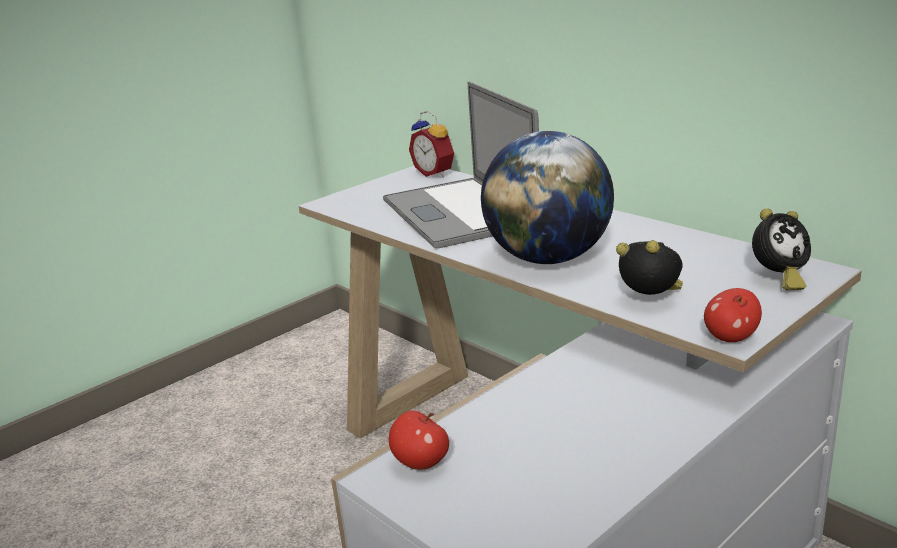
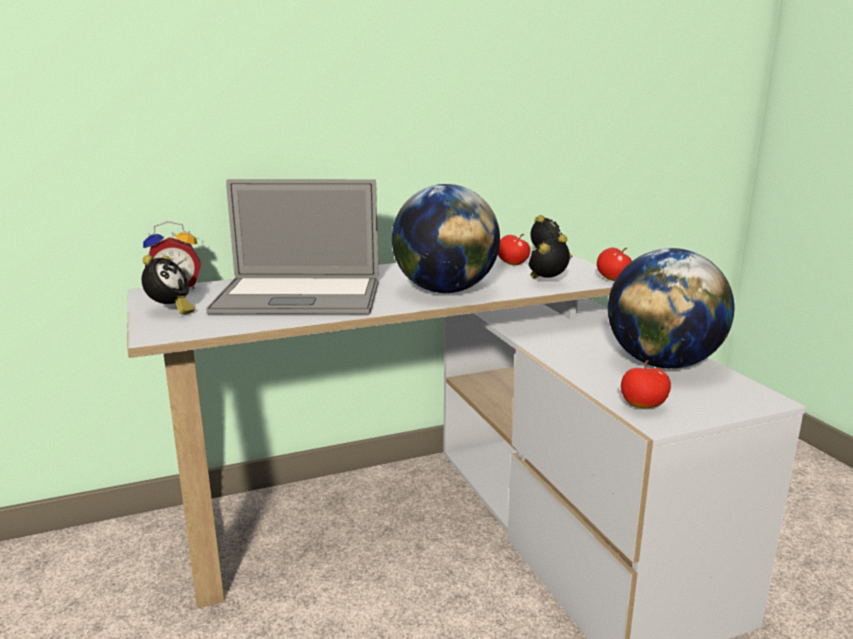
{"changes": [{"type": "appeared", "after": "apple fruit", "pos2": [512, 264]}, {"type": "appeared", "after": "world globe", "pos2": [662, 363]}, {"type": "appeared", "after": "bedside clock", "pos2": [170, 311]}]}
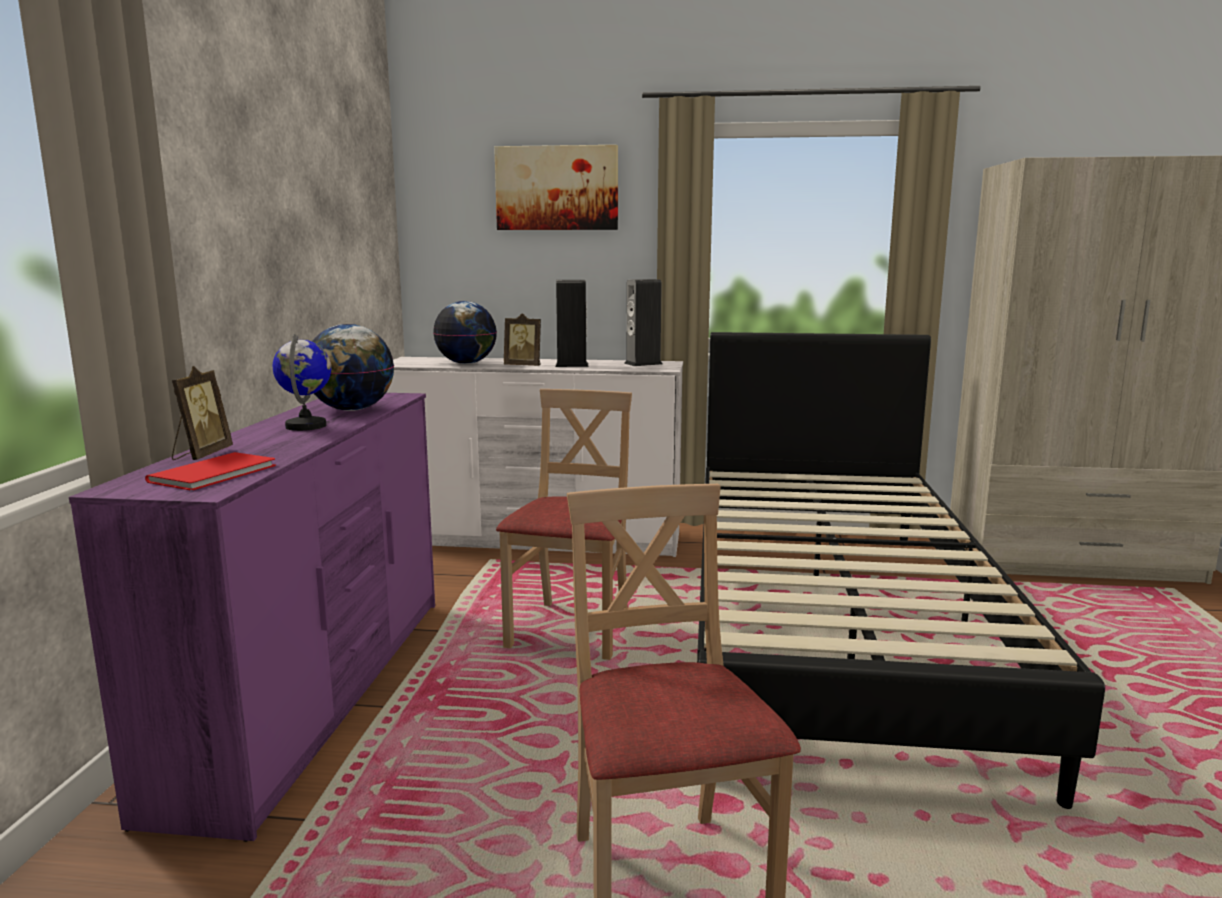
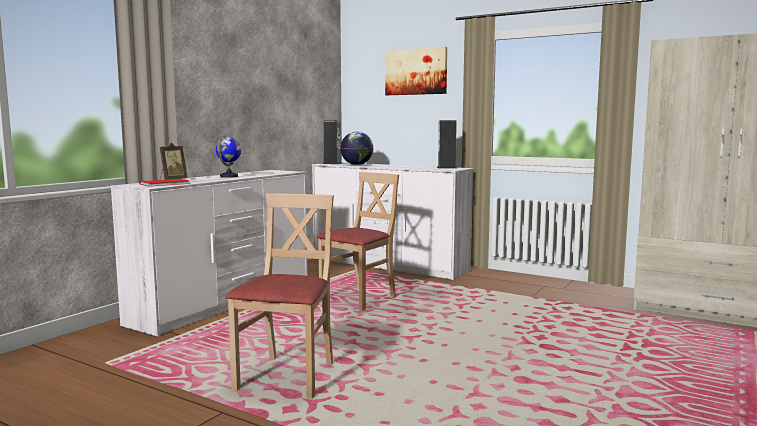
{"changes": [{"type": "relocated", "before": "speaker", "pos1": [571, 365], "pos2": [332, 163]}, {"type": "missing", "before": "picture frame", "pos1": [524, 366]}, {"type": "missing", "before": "world globe", "pos1": [352, 410]}, {"type": "missing", "before": "black-coloured sleeping bed", "pos1": [833, 627]}, {"type": "colour", "before": "purple-coloured dresser", "after": "white-coloured dresser", "pos1": [318, 692], "pos2": [226, 302]}]}
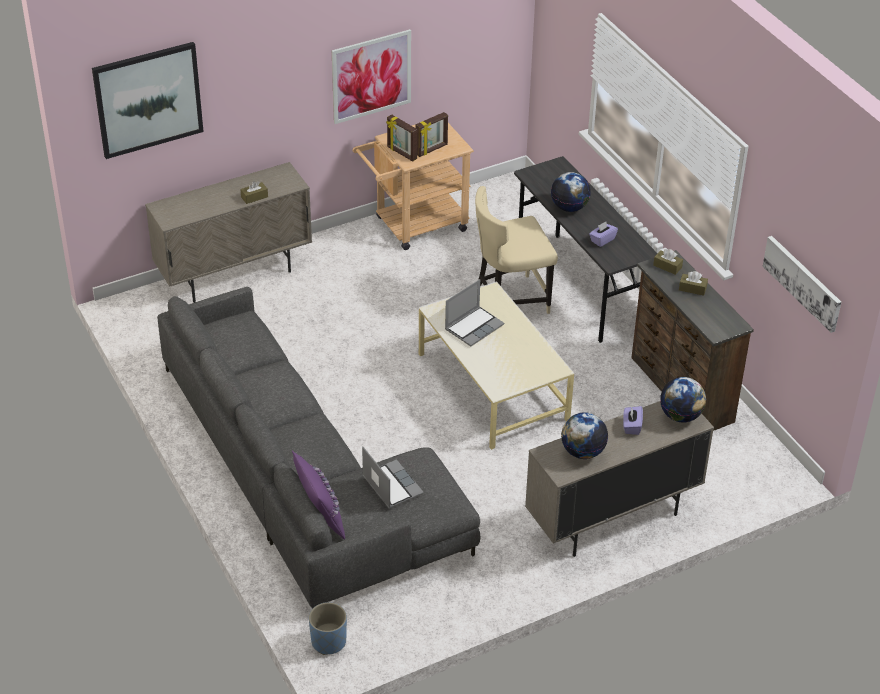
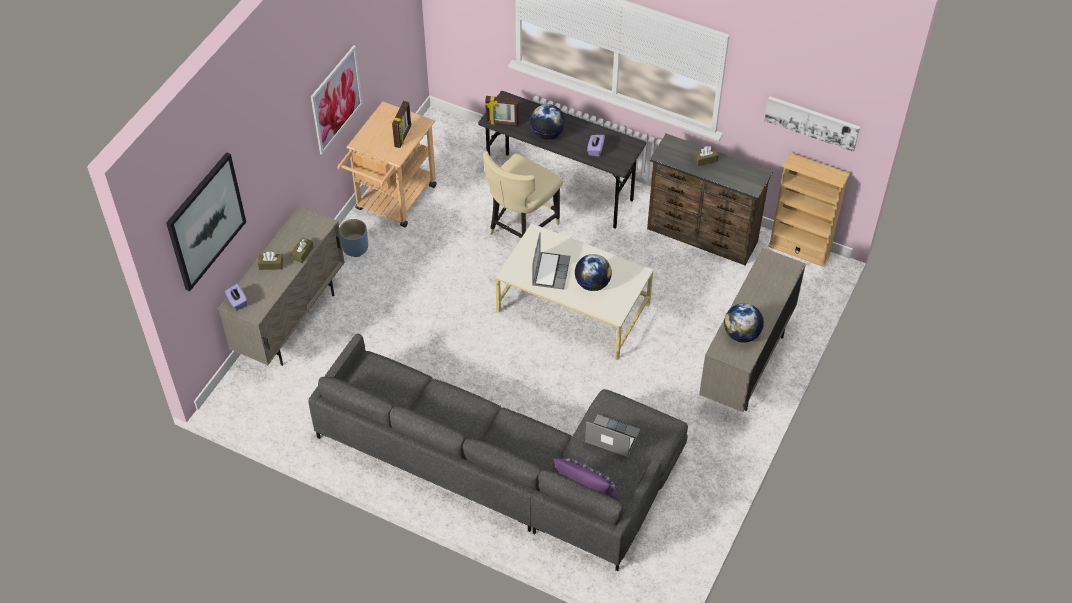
{"changes": [{"type": "relocated", "before": "picture frame", "pos1": [401, 153], "pos2": [502, 123]}, {"type": "relocated", "before": "brownish tissue holder", "pos1": [667, 266], "pos2": [271, 265]}, {"type": "relocated", "before": "world globe", "pos1": [680, 416], "pos2": [592, 284]}, {"type": "relocated", "before": "purple-coloured tissue holder", "pos1": [631, 426], "pos2": [237, 302]}, {"type": "relocated", "before": "bluish flower pot", "pos1": [328, 641], "pos2": [355, 247]}, {"type": "appeared", "after": "sand-coloured bookshelf", "pos2": [799, 249]}]}
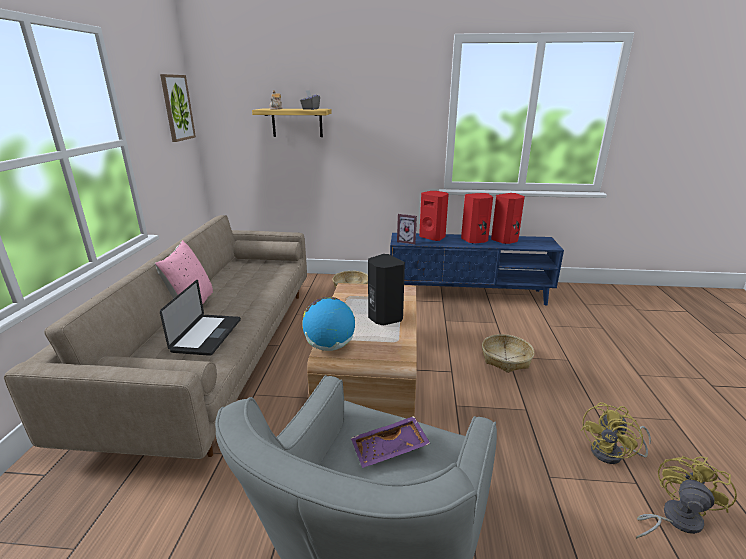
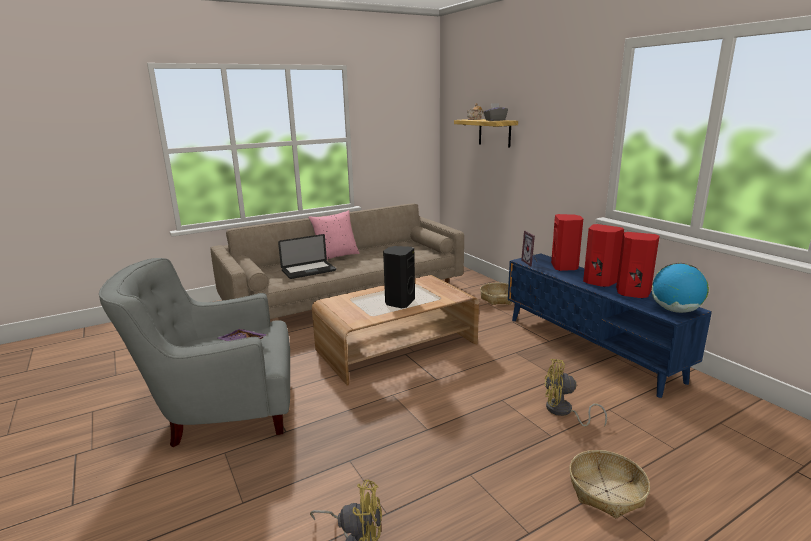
{"changes": [{"type": "missing", "before": "wall art", "pos1": [177, 108]}, {"type": "relocated", "before": "world globe", "pos1": [330, 346], "pos2": [675, 310]}, {"type": "relocated", "before": "storage basket", "pos1": [506, 359], "pos2": [606, 491]}, {"type": "relocated", "before": "yellow electric fan", "pos1": [613, 454], "pos2": [563, 412]}]}
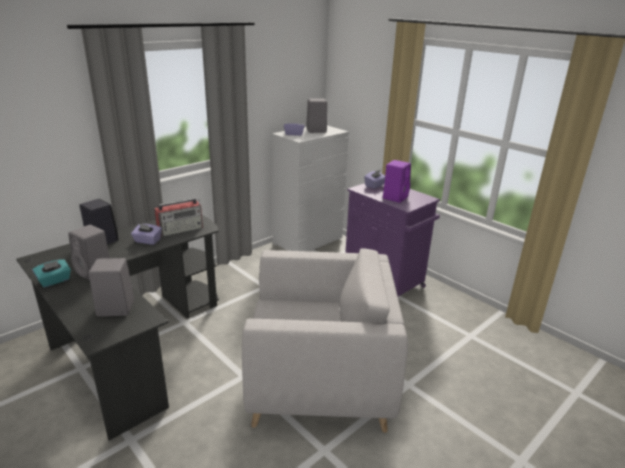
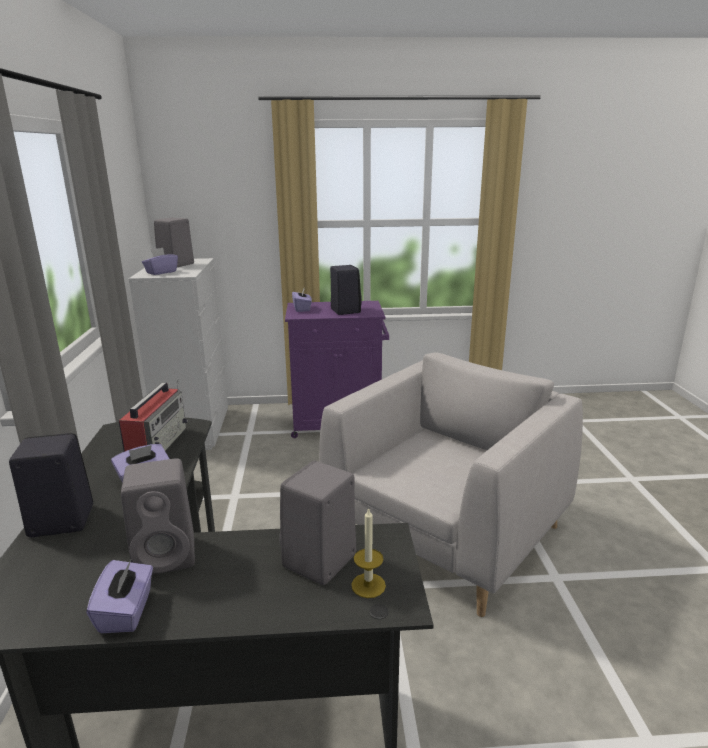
{"changes": [{"type": "colour", "before": "purple-coloured speaker", "after": "black-coloured speaker", "pos1": [395, 197], "pos2": [345, 310]}, {"type": "colour", "before": "turquoise-coloured tissue holder", "after": "purple-coloured tissue holder", "pos1": [54, 281], "pos2": [127, 612]}, {"type": "appeared", "after": "candle", "pos2": [368, 585]}]}
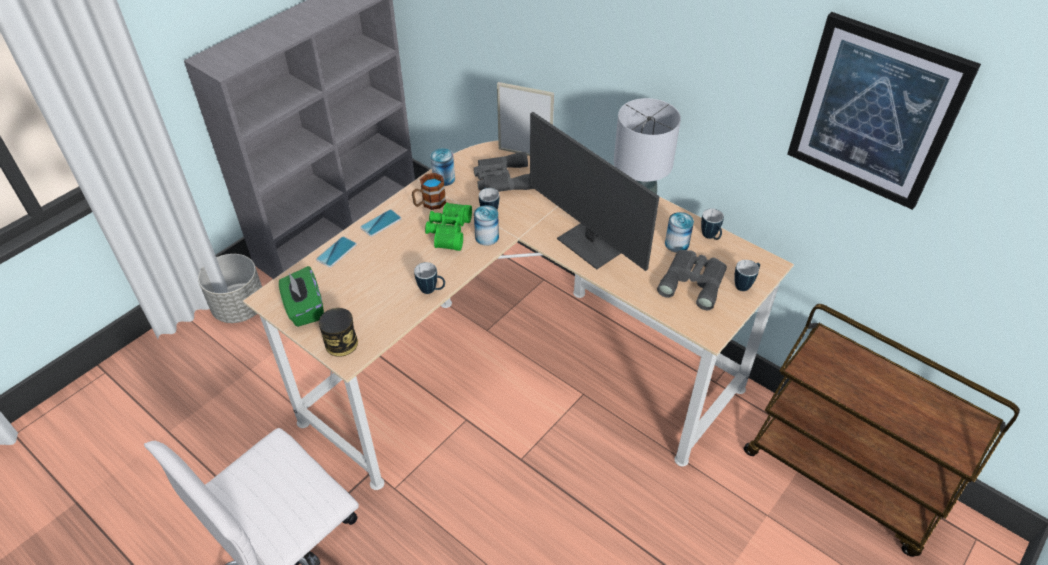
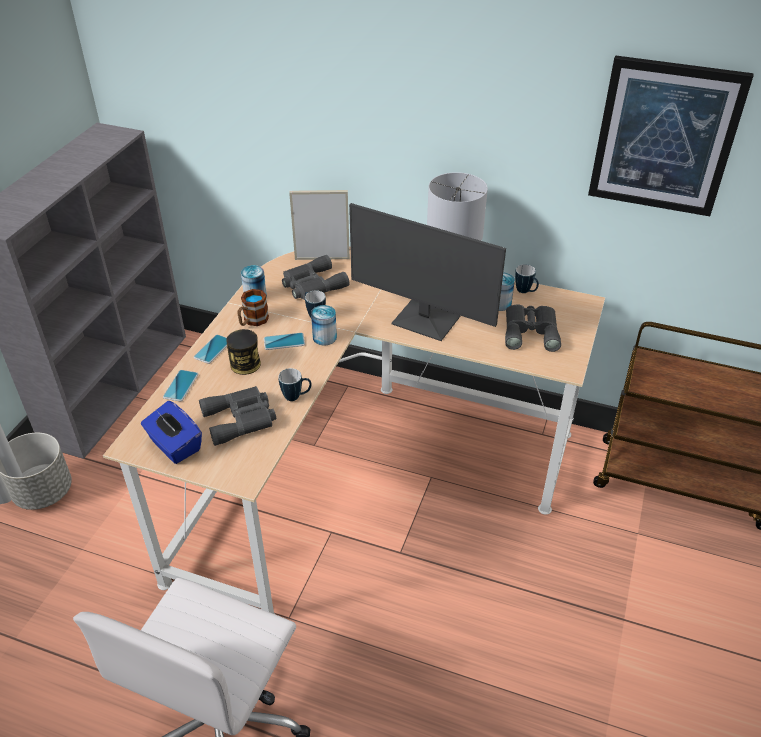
{"changes": [{"type": "exchanged", "before": "green binoculars", "after": "handset", "pos1": [447, 232], "pos2": [284, 342]}, {"type": "missing", "before": "coffee mug", "pos1": [745, 285]}, {"type": "colour", "before": "green tissue holder", "after": "bluish tissue holder", "pos1": [304, 308], "pos2": [174, 445]}, {"type": "relocated", "before": "sealed can", "pos1": [341, 343], "pos2": [245, 364]}, {"type": "appeared", "after": "gray binoculars", "pos2": [241, 419]}]}
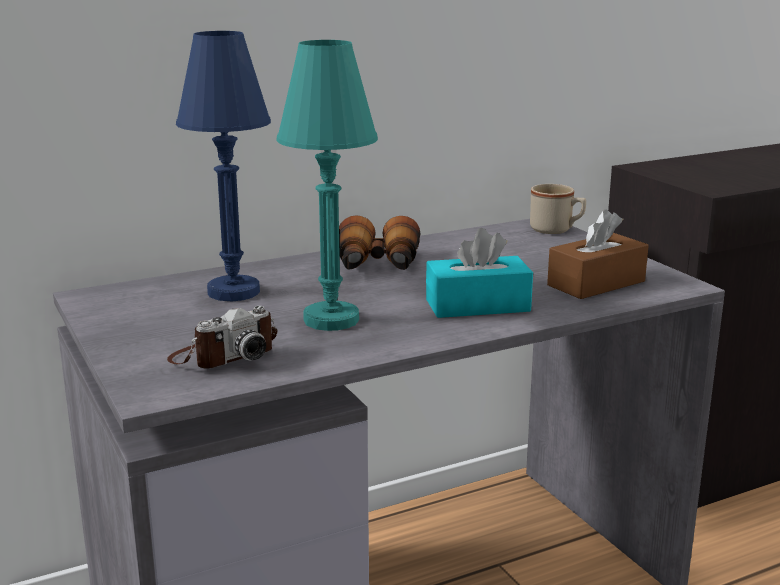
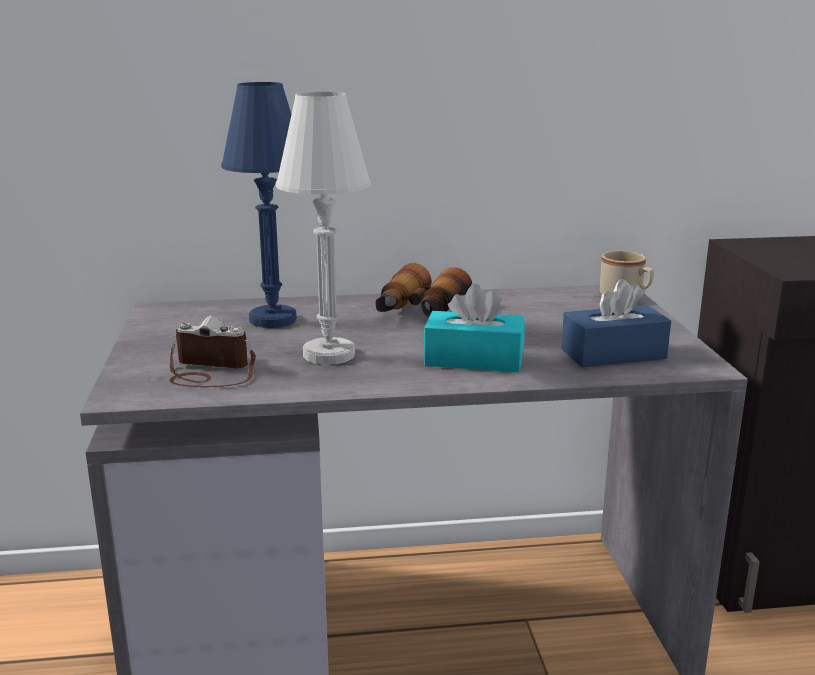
{"changes": [{"type": "colour", "before": "turquoise-coloured lamp for a table", "after": "white-coloured lamp for a table", "pos1": [331, 320], "pos2": [329, 355]}, {"type": "colour", "before": "brownish tissue holder", "after": "bluish tissue holder", "pos1": [596, 283], "pos2": [613, 354]}, {"type": "spun", "before": "photo camera", "pos1": [224, 355], "pos2": [209, 373], "turn": -150}]}
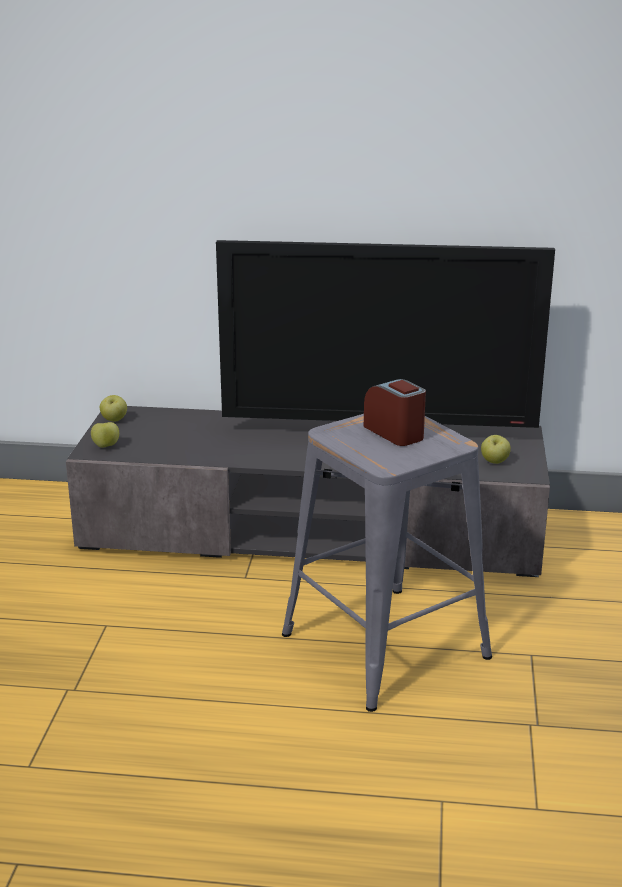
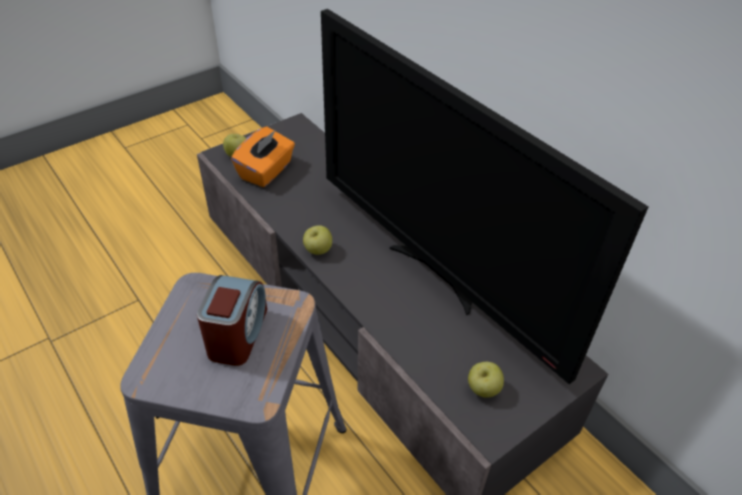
{"changes": [{"type": "relocated", "before": "apple fruit", "pos1": [114, 420], "pos2": [318, 250]}, {"type": "appeared", "after": "orange-coloured tissue holder", "pos2": [266, 171]}]}
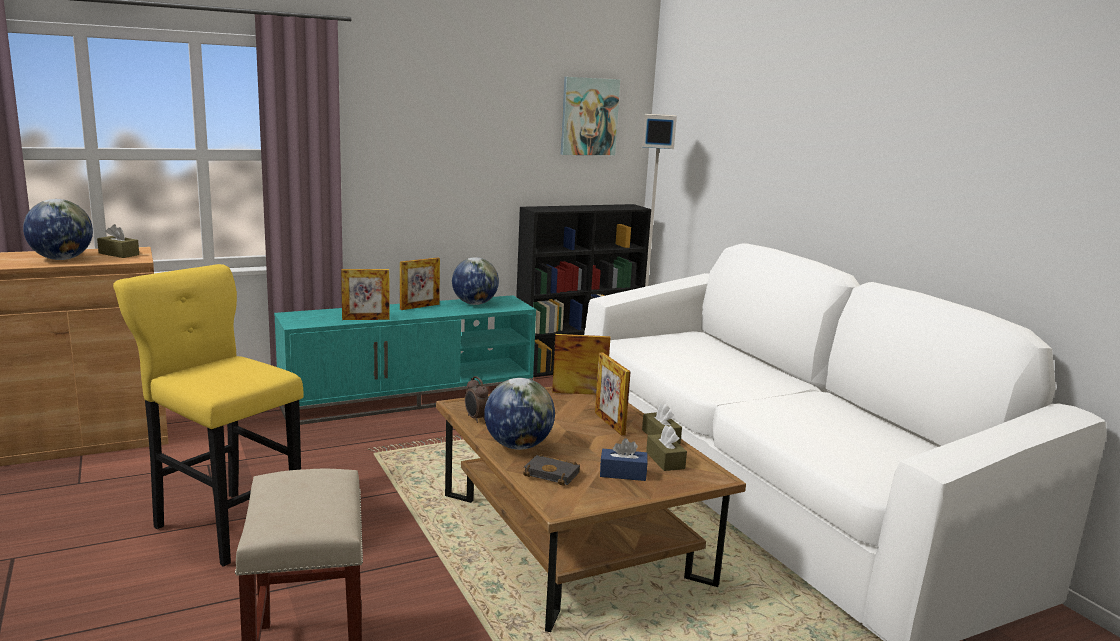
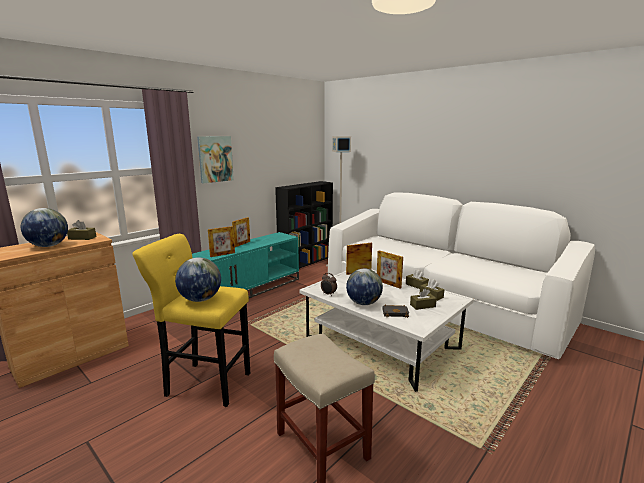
{"changes": [{"type": "relocated", "before": "wall art", "pos1": [589, 116], "pos2": [215, 159]}, {"type": "relocated", "before": "world globe", "pos1": [474, 303], "pos2": [200, 299]}, {"type": "colour", "before": "brownish lounge table", "after": "white-coloured lounge table", "pos1": [571, 538], "pos2": [381, 343]}, {"type": "colour", "before": "bluish tissue holder", "after": "brownish tissue holder", "pos1": [623, 473], "pos2": [422, 306]}]}
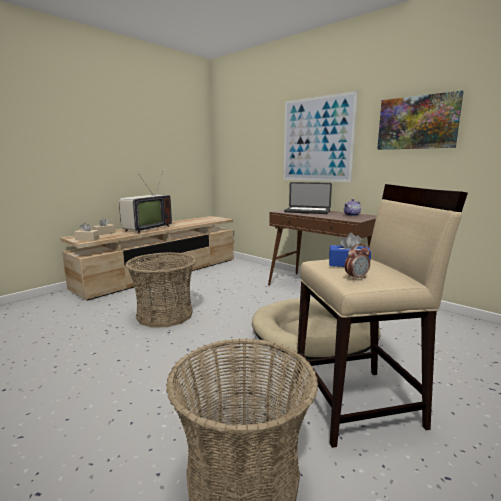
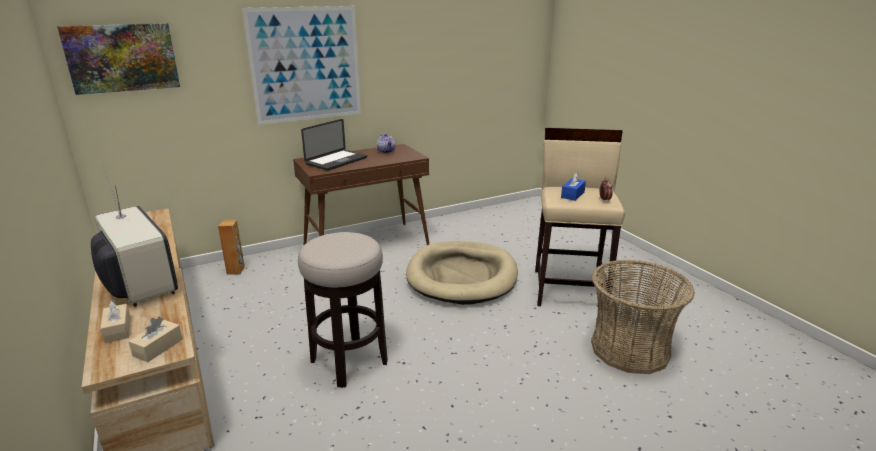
{"changes": [{"type": "relocated", "before": "wall art", "pos1": [417, 122], "pos2": [122, 58]}, {"type": "exchanged", "before": "storage basket", "after": "stool", "pos1": [165, 315], "pos2": [349, 361]}, {"type": "appeared", "after": "brownish speaker", "pos2": [236, 270]}]}
